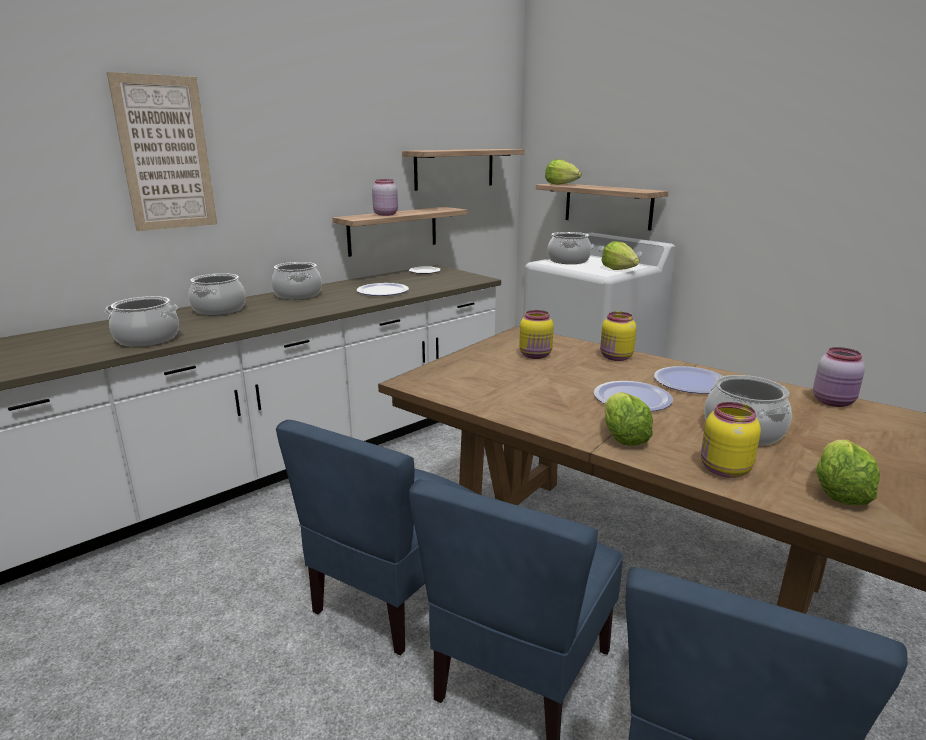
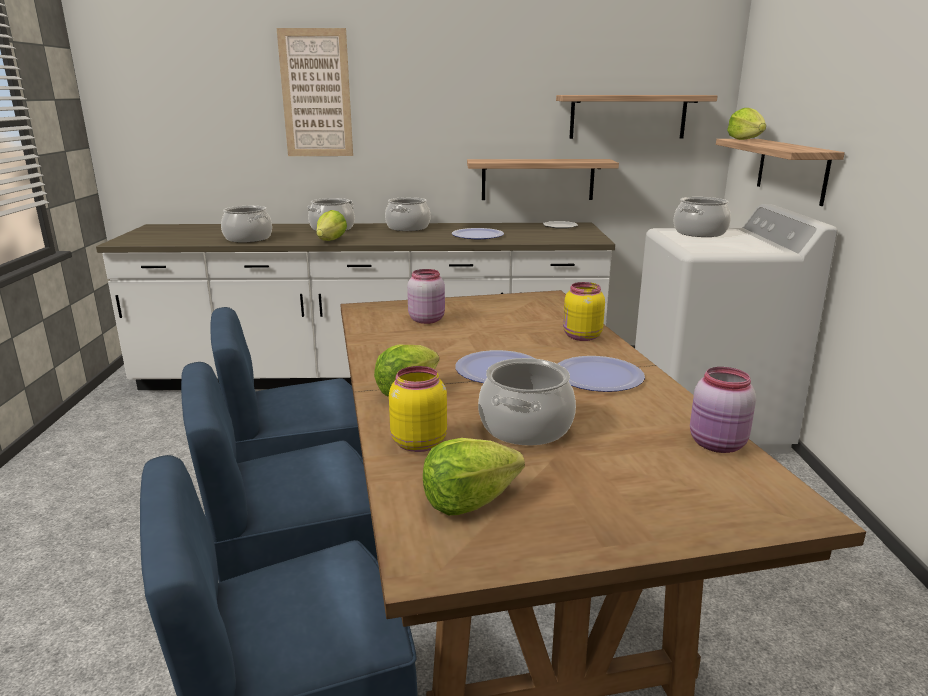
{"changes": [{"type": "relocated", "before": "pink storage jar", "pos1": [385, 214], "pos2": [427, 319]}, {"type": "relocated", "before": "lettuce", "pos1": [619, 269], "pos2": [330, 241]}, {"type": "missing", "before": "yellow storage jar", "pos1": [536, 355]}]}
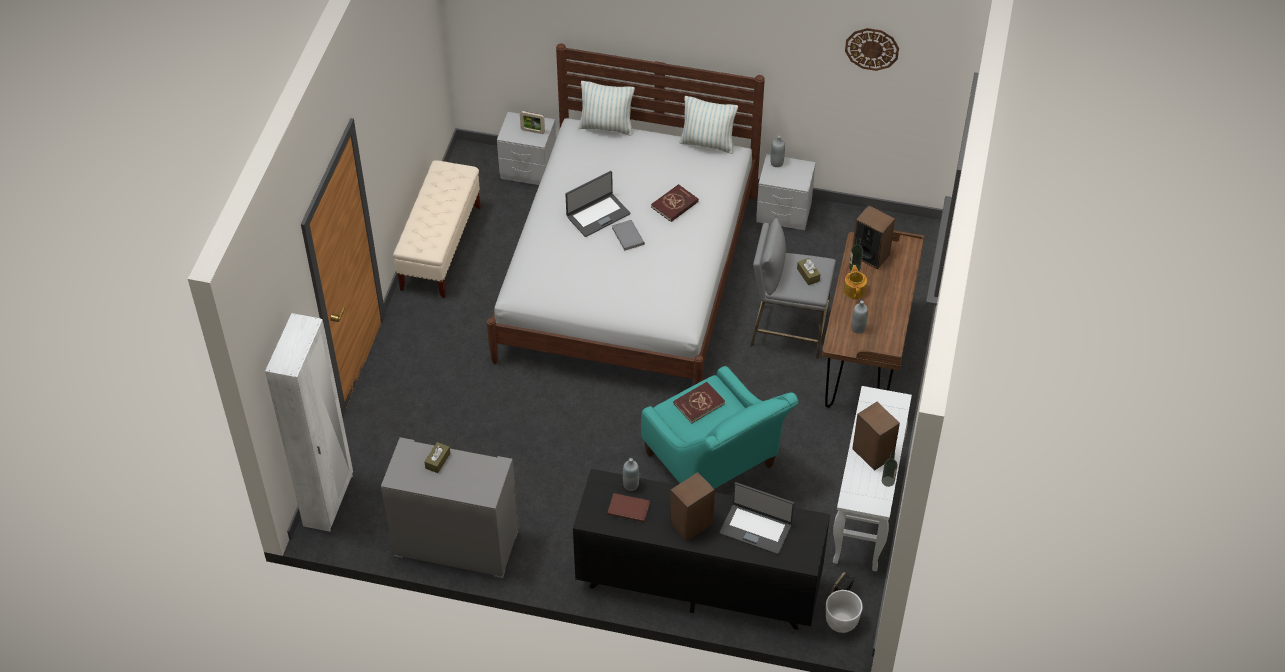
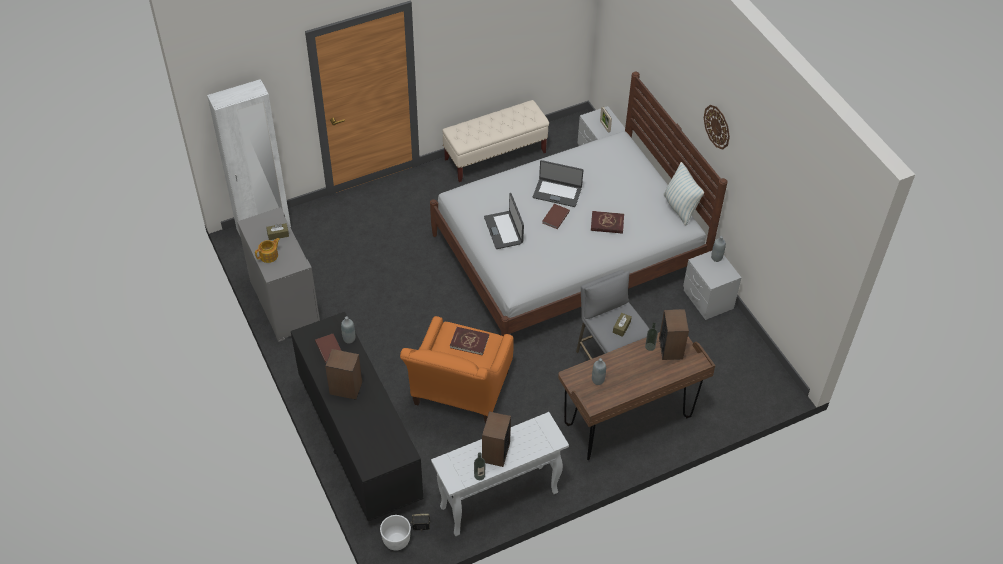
{"changes": [{"type": "relocated", "before": "wall clock", "pos1": [872, 48], "pos2": [717, 126]}, {"type": "missing", "before": "throw pillow", "pos1": [606, 126]}, {"type": "colour", "before": "gray bound book", "after": "brownish bound book", "pos1": [627, 236], "pos2": [555, 217]}, {"type": "relocated", "before": "teapot", "pos1": [854, 290], "pos2": [269, 255]}, {"type": "colour", "before": "turquoise-coloured lounge chair", "after": "orange-coloured lounge chair", "pos1": [715, 466], "pos2": [459, 394]}, {"type": "relocated", "before": "laptop", "pos1": [756, 528], "pos2": [504, 230]}]}
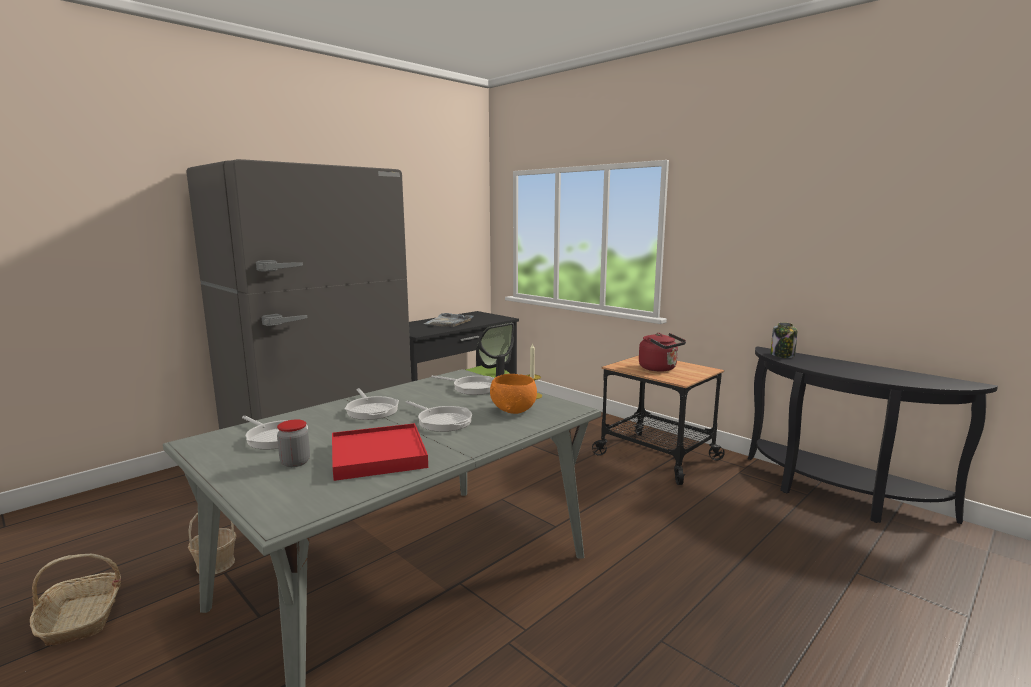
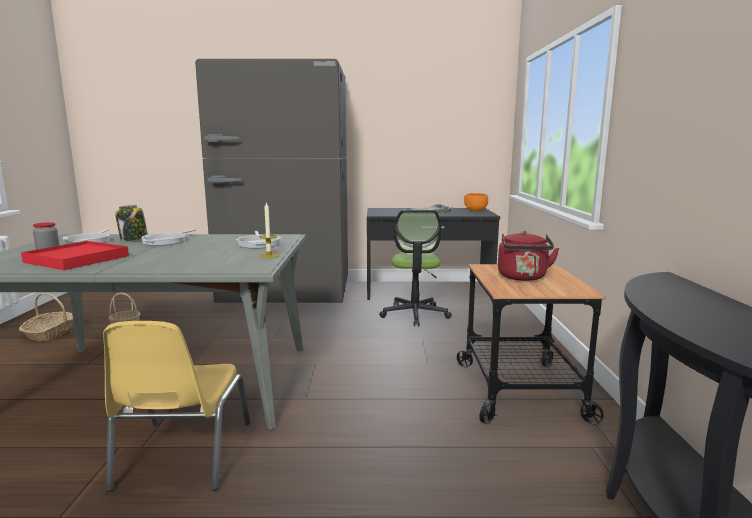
{"changes": [{"type": "relocated", "before": "storage jar", "pos1": [782, 355], "pos2": [133, 239]}, {"type": "relocated", "before": "orange-coloured deep dish", "pos1": [514, 410], "pos2": [476, 211]}, {"type": "missing", "before": "pan", "pos1": [442, 421]}, {"type": "appeared", "after": "yellow upright chair", "pos2": [182, 455]}]}
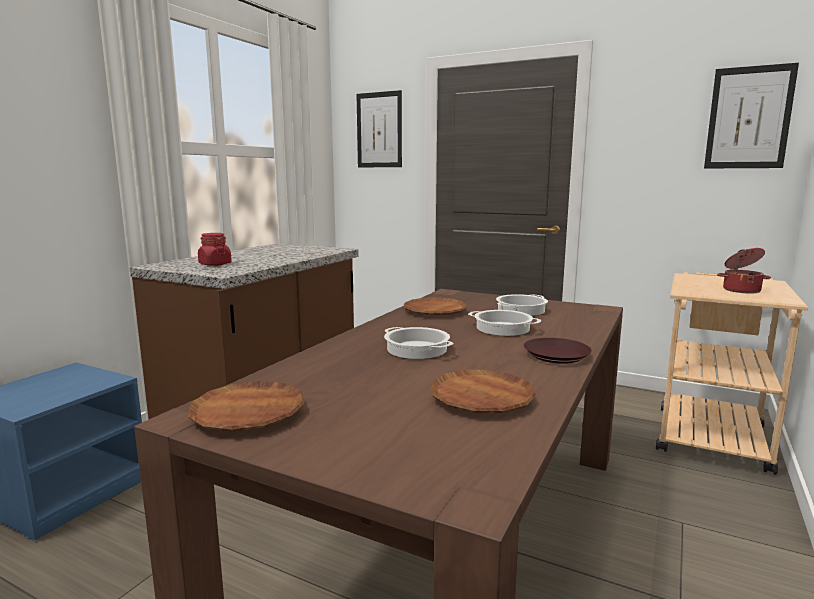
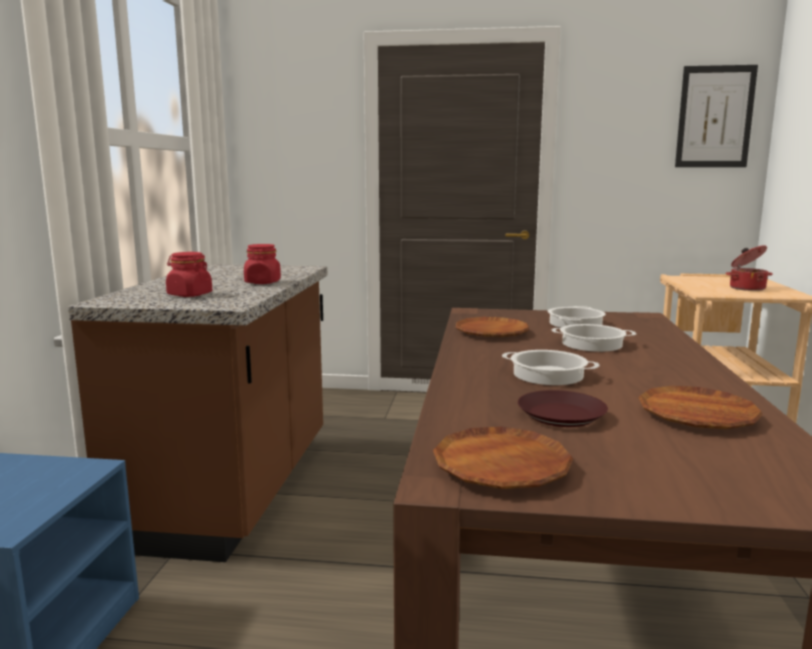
{"changes": [{"type": "missing", "before": "wall art", "pos1": [379, 130]}, {"type": "relocated", "before": "brownish dinner plate", "pos1": [556, 356], "pos2": [561, 416]}, {"type": "appeared", "after": "reddish storage jar", "pos2": [263, 282]}]}
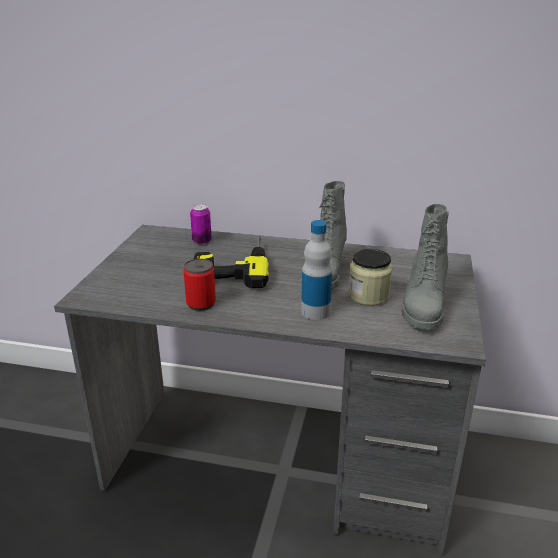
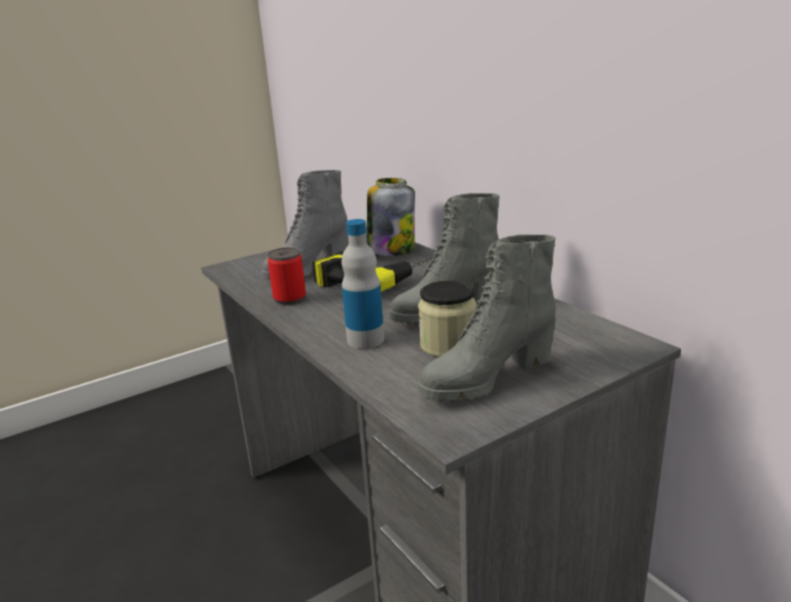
{"changes": [{"type": "exchanged", "before": "sealed can", "after": "storage jar", "pos1": [202, 241], "pos2": [391, 250]}, {"type": "appeared", "after": "gray tall boot", "pos2": [307, 269]}]}
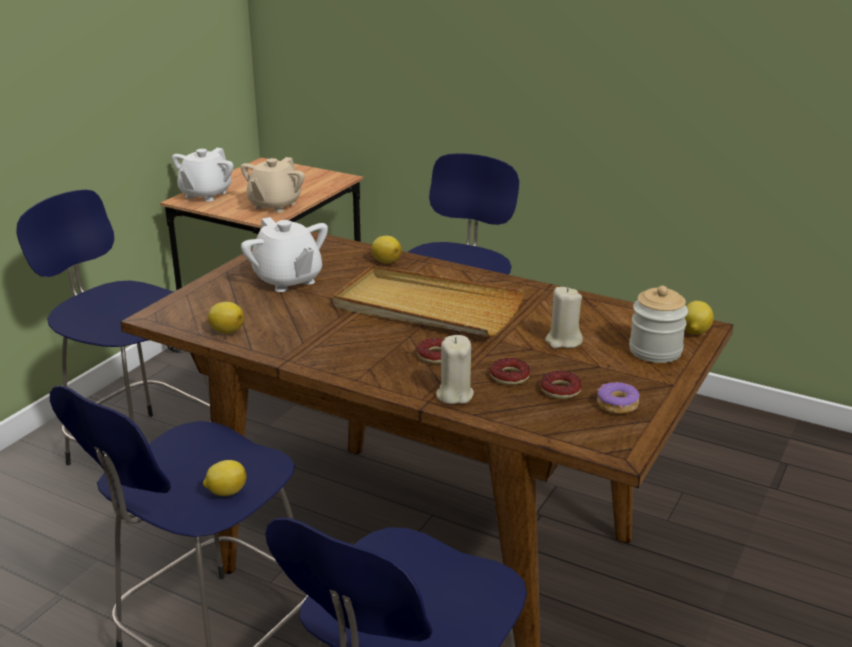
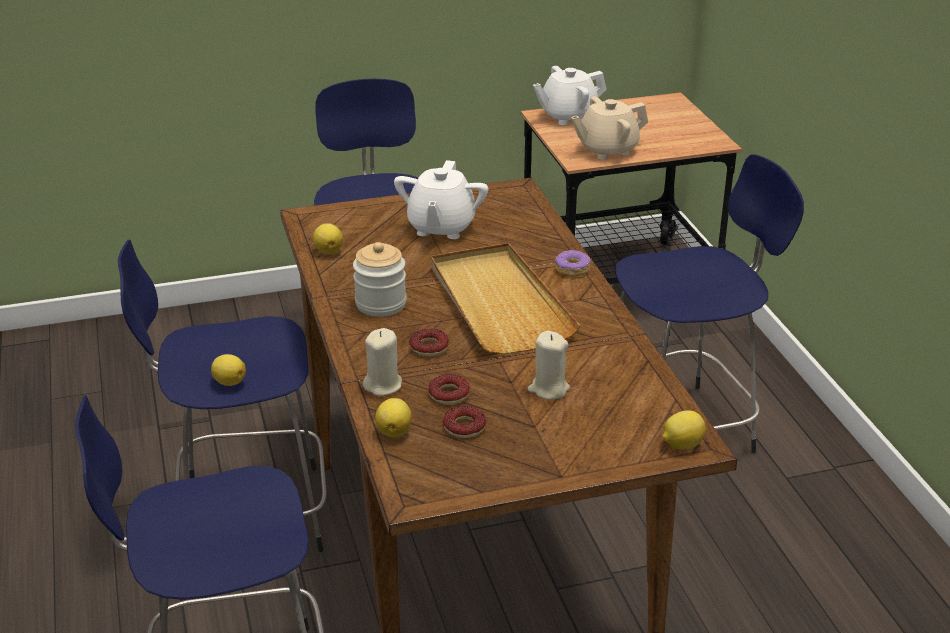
{"changes": [{"type": "relocated", "before": "whole lemon", "pos1": [386, 261], "pos2": [394, 431]}, {"type": "relocated", "before": "storage jar", "pos1": [655, 351], "pos2": [380, 304]}, {"type": "relocated", "before": "ring doughnut", "pos1": [617, 405], "pos2": [572, 269]}]}
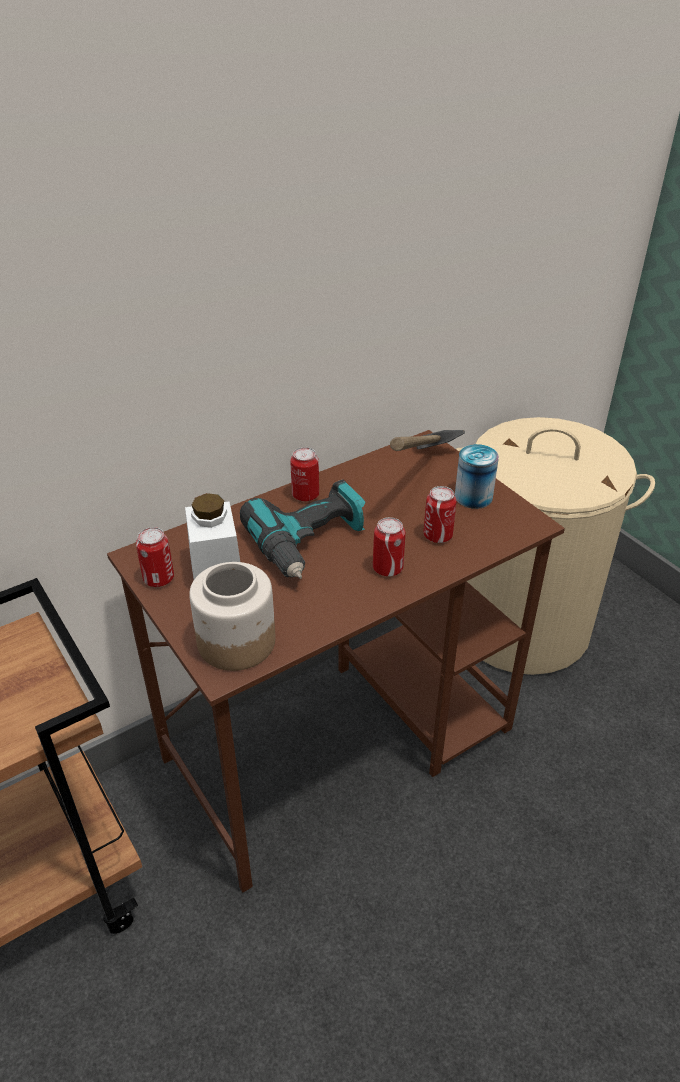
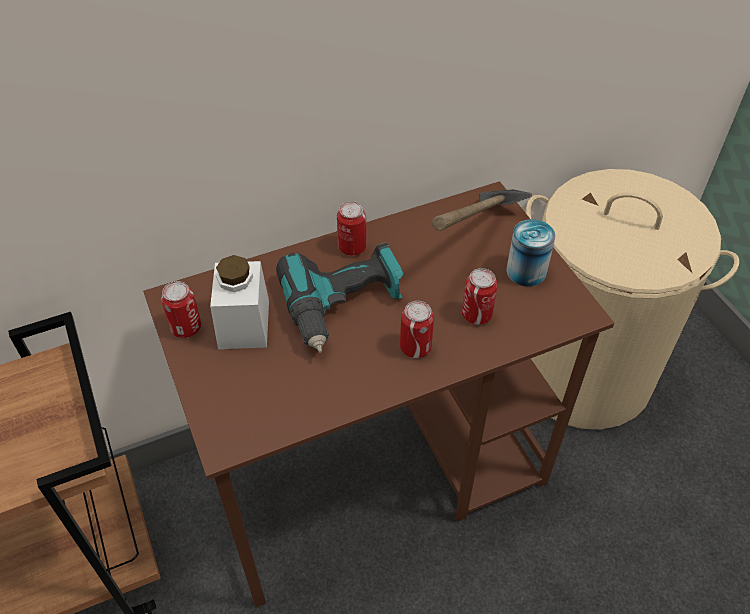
{"changes": [{"type": "missing", "before": "storage jar", "pos1": [235, 642]}]}
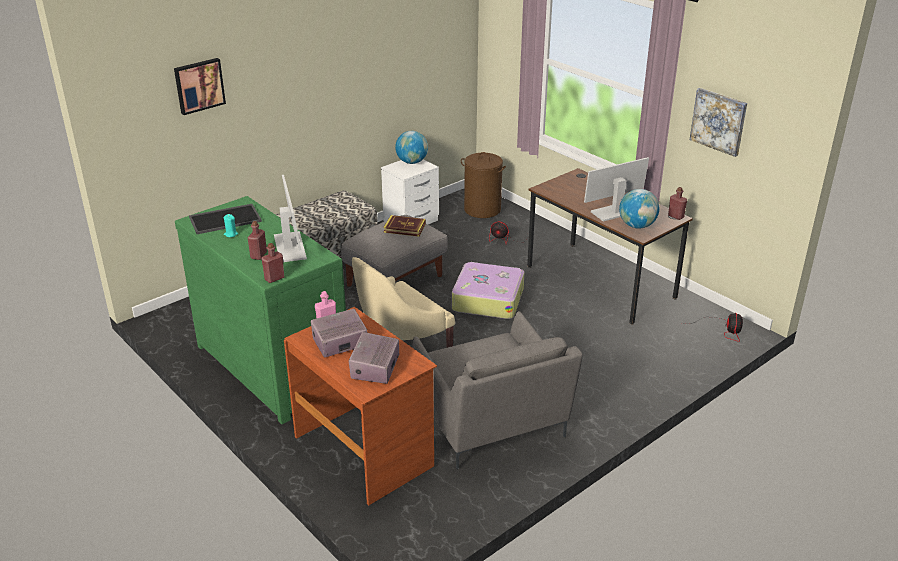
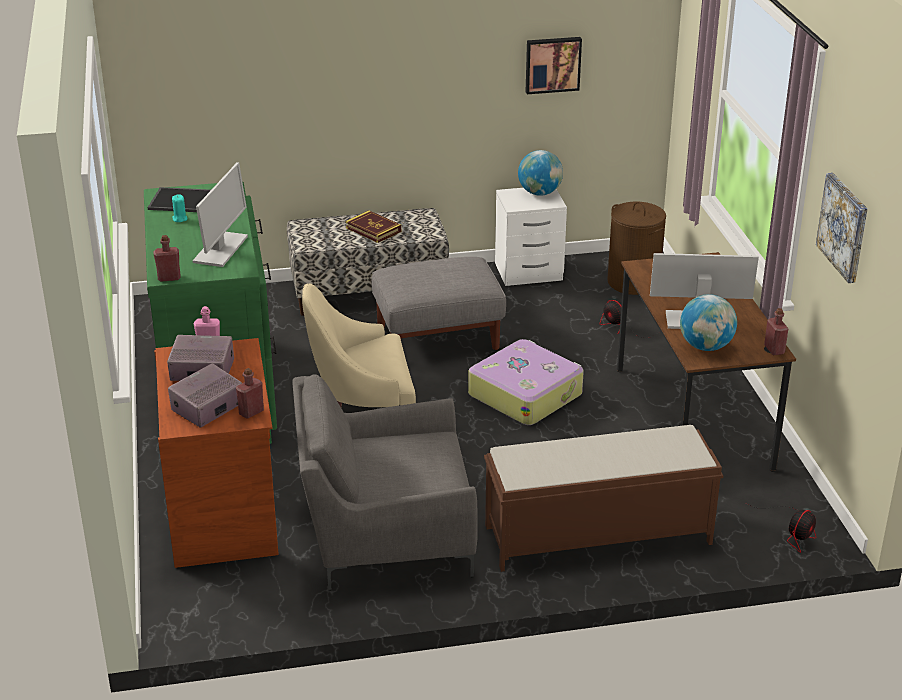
{"changes": [{"type": "relocated", "before": "wall art", "pos1": [199, 85], "pos2": [552, 64]}, {"type": "relocated", "before": "bound book", "pos1": [404, 228], "pos2": [373, 229]}, {"type": "relocated", "before": "reddish bottle", "pos1": [258, 255], "pos2": [251, 412]}, {"type": "spun", "before": "gray lounge chair", "pos1": [491, 423], "pos2": [384, 534], "turn": 75}, {"type": "appeared", "after": "brownish bench", "pos2": [596, 535]}]}
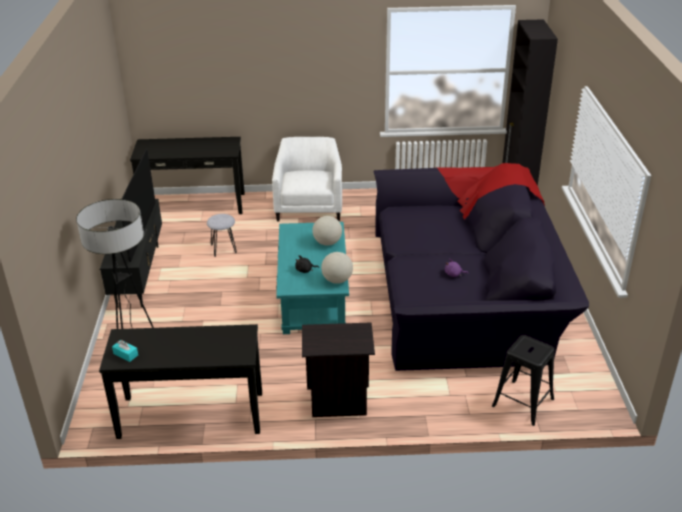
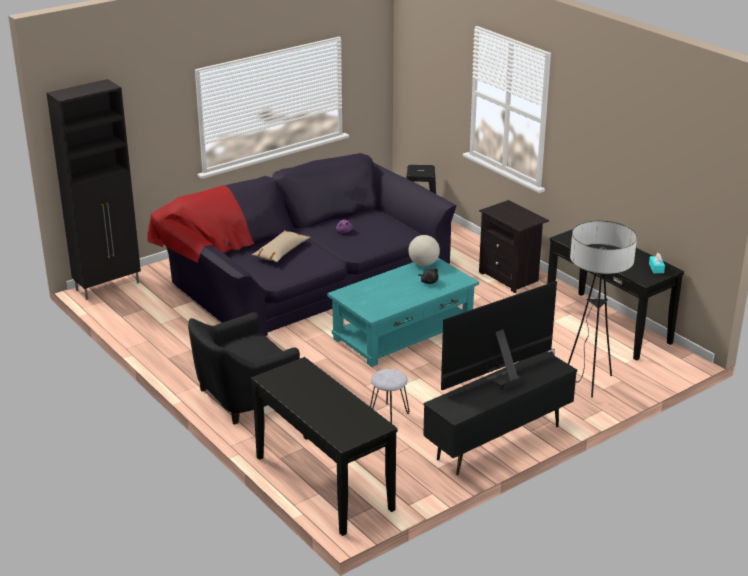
{"changes": [{"type": "colour", "before": "white-coloured lounge chair", "after": "black-coloured lounge chair", "pos1": [309, 207], "pos2": [244, 397]}, {"type": "missing", "before": "world globe", "pos1": [327, 243]}, {"type": "appeared", "after": "sand-coloured throw pillow", "pos2": [281, 252]}]}
